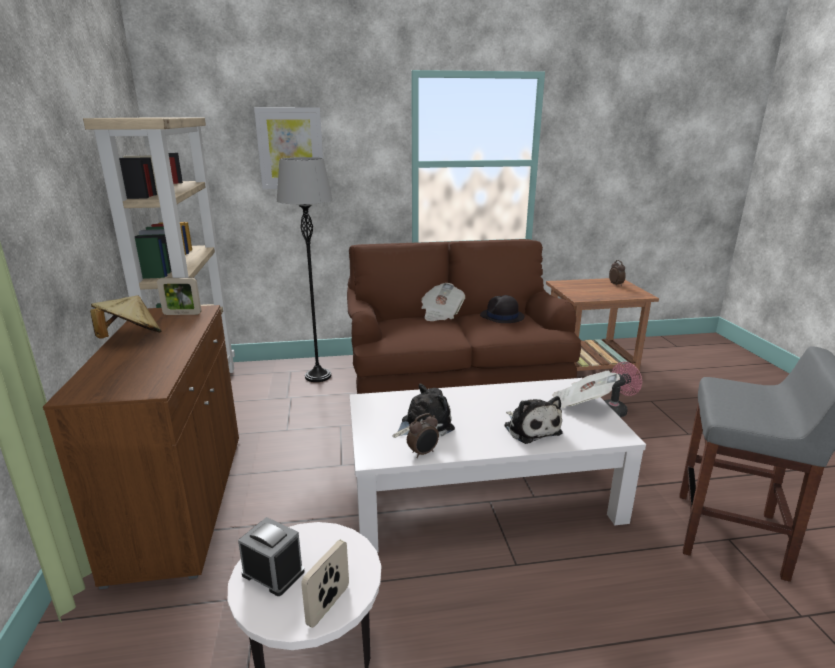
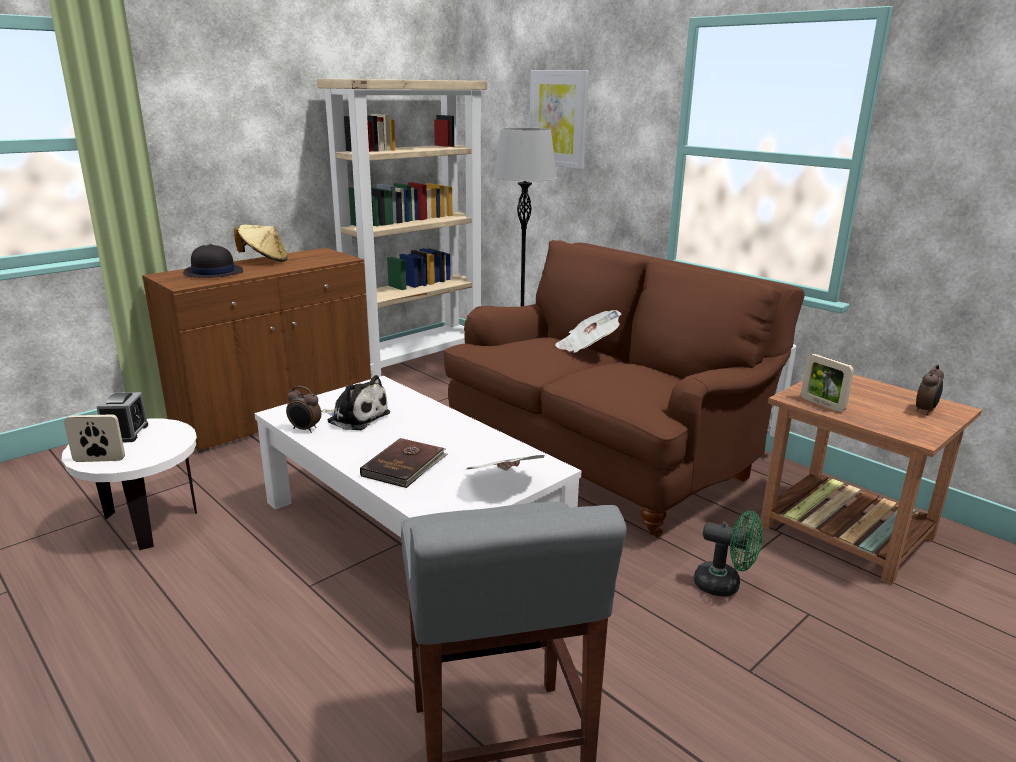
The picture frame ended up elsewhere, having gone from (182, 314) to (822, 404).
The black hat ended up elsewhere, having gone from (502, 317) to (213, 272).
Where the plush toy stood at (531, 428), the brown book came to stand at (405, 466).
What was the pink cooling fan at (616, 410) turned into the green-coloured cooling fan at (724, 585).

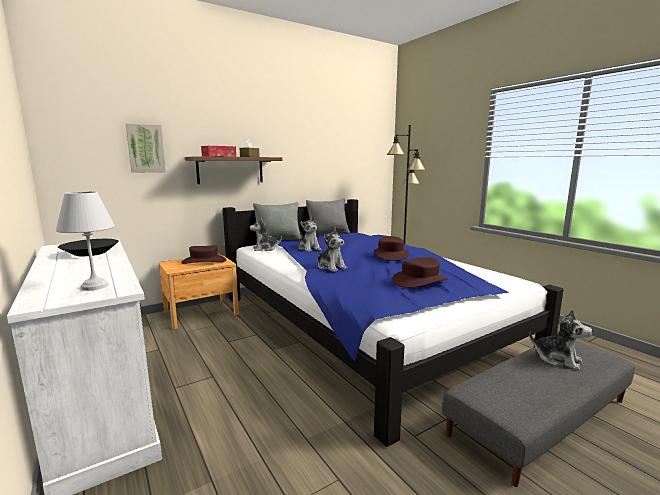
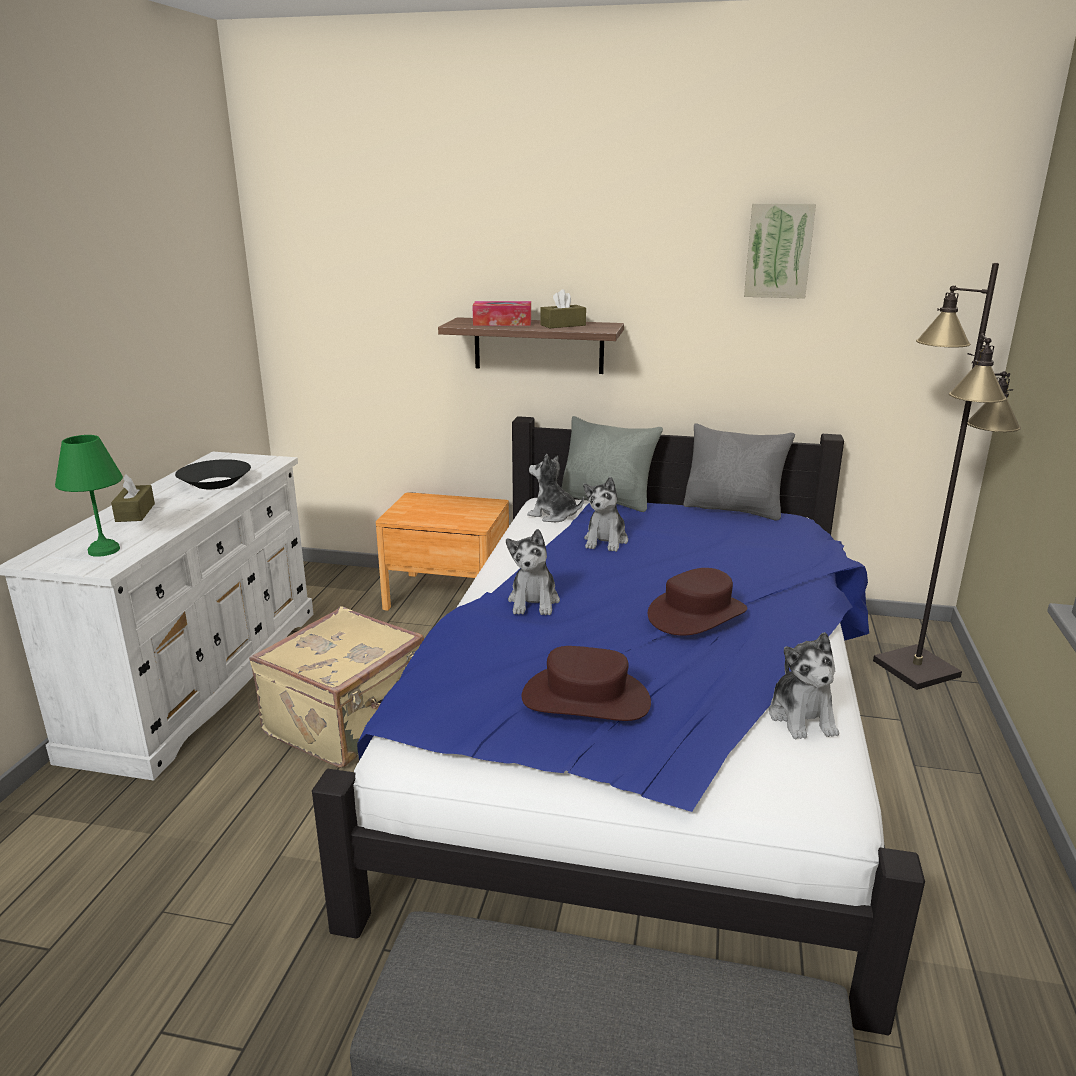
What was the white-coloured tabletop lamp at (93, 286) turned into the green-coloured tabletop lamp at (103, 550).
The wall art ended up elsewhere, having gone from (146, 148) to (778, 250).
The second view lost the brown hat at (204, 261).
The plush toy ended up elsewhere, having gone from (557, 359) to (802, 717).
The second view gained the brown box of tissues at (135, 512).
The second view gained the beige-coloured travel case at (349, 722).

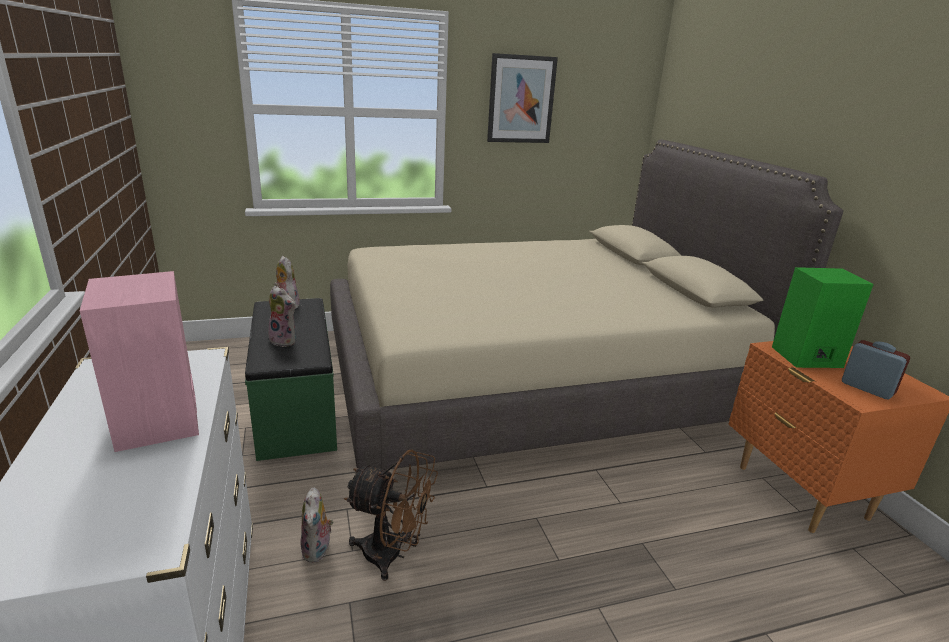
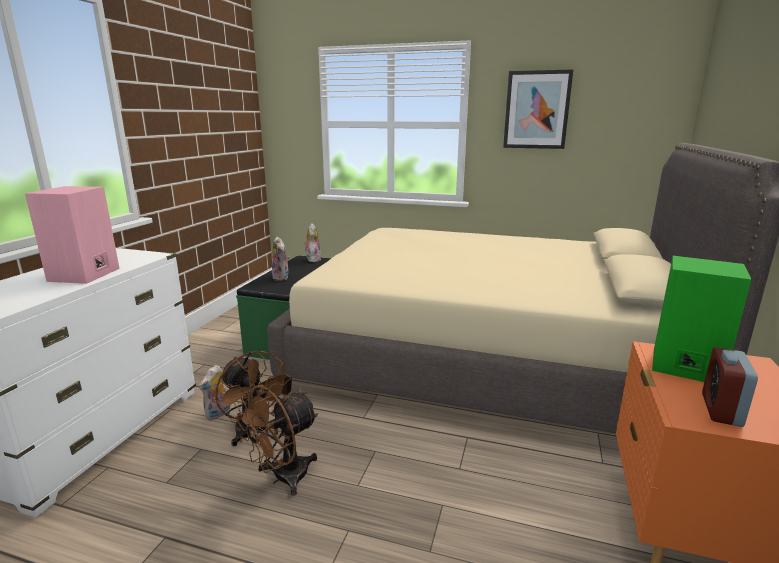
The table clock at (867, 388) ended up facing another way, 150 degrees counterclockwise from before.
The second view gained the brown cooling fan at (282, 478).

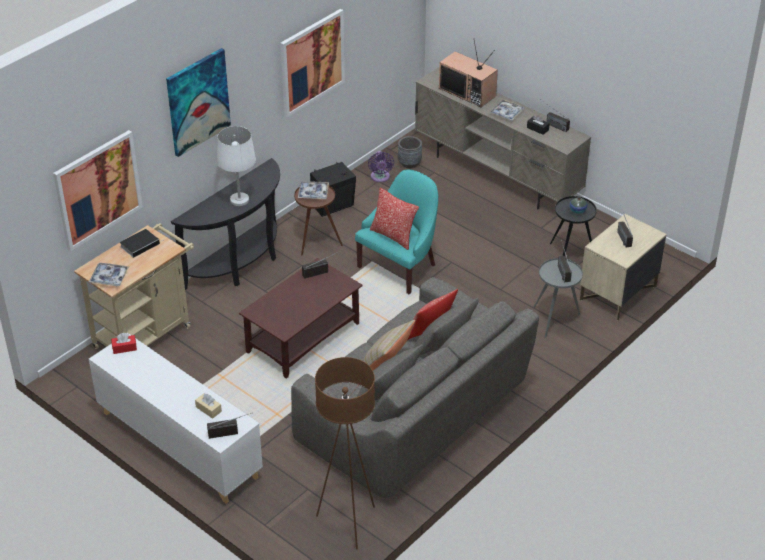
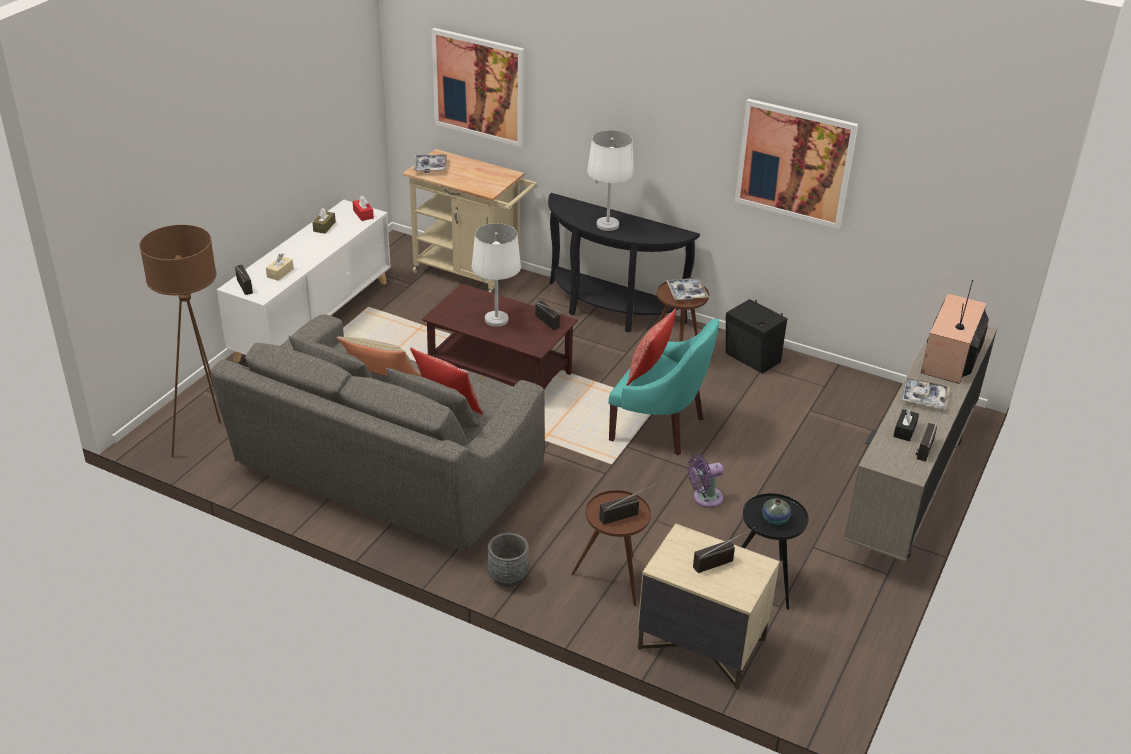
The second view lost the book at (140, 244).
The second view lost the wall art at (198, 102).
The purple cooling fan ended up elsewhere, having gone from (380, 177) to (704, 498).
The grey plant pot ended up elsewhere, having gone from (409, 163) to (507, 577).
What was the grey accent table at (555, 319) turned into the brown accent table at (613, 581).
The second view gained the brown box of tissues at (324, 227).
The second view gained the white-coloured tabletop lamp at (496, 319).

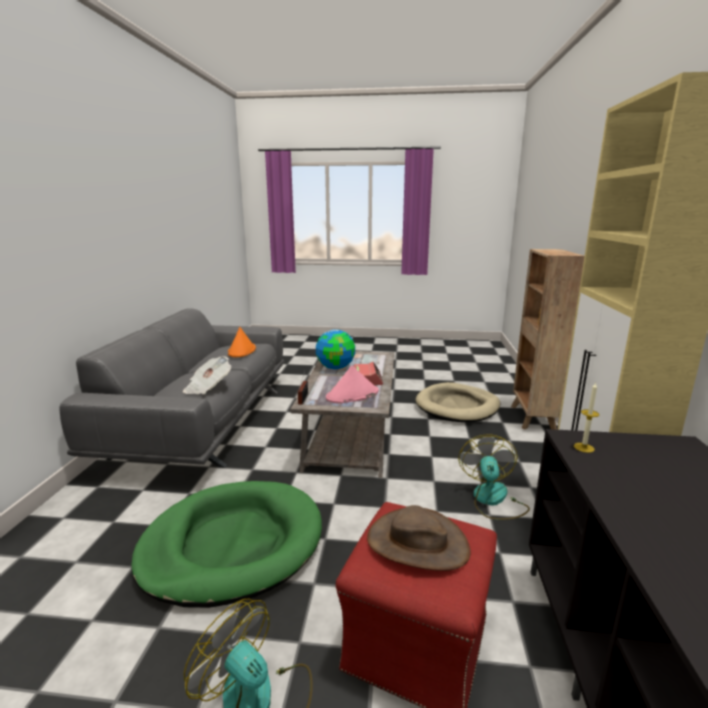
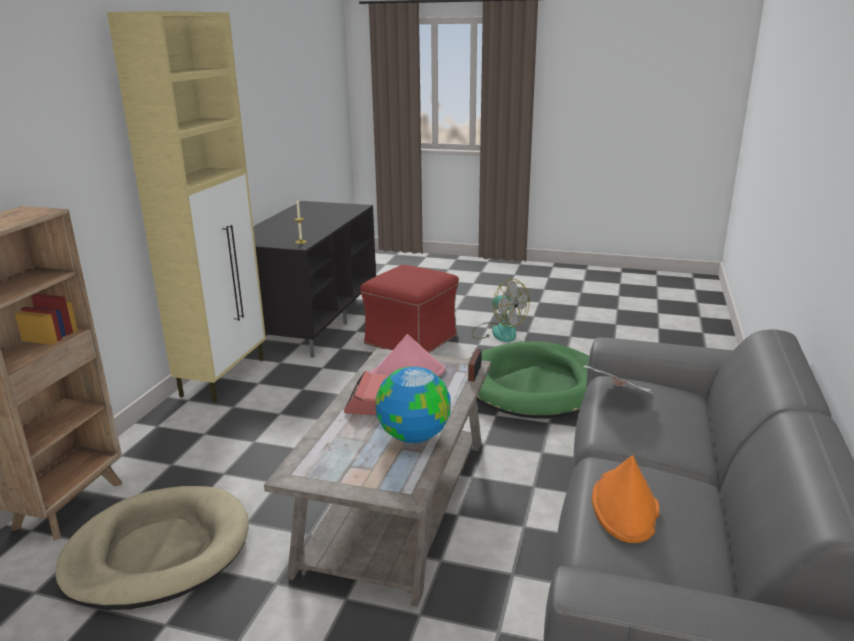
The second view lost the brown hat at (417, 543).
The second view lost the cooling fan at (492, 500).

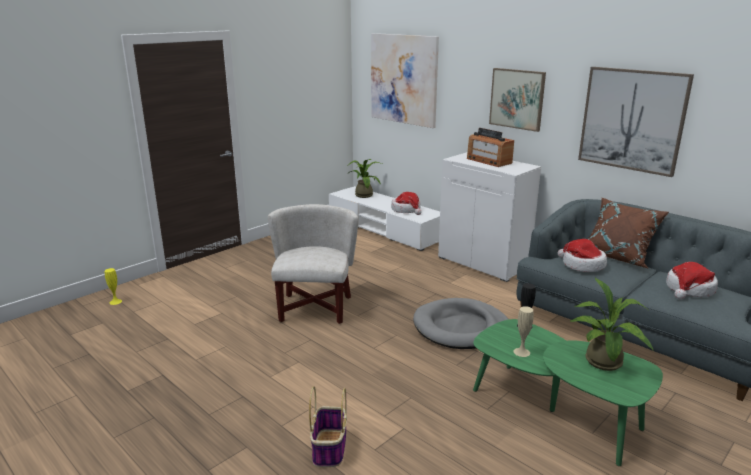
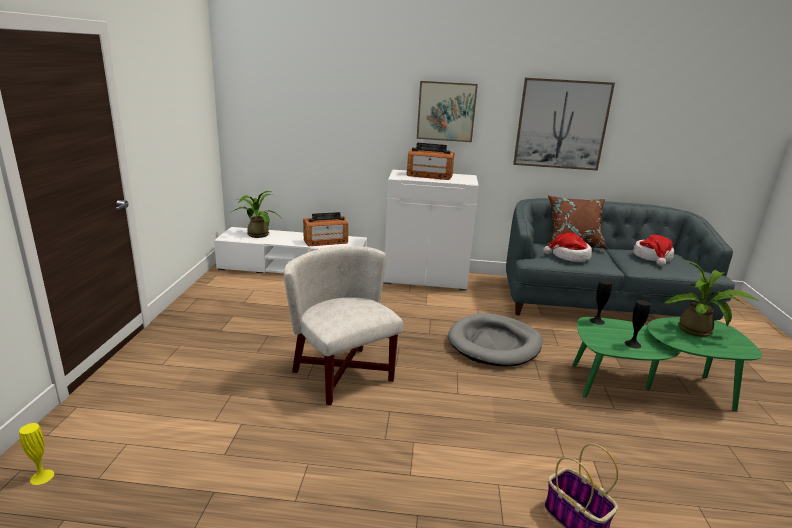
The second view lost the wall art at (403, 79).
Where the hat stood at (406, 210), the radio receiver came to stand at (325, 241).
What was the beige-coloured flower vase at (521, 352) turned into the black flower vase at (632, 344).

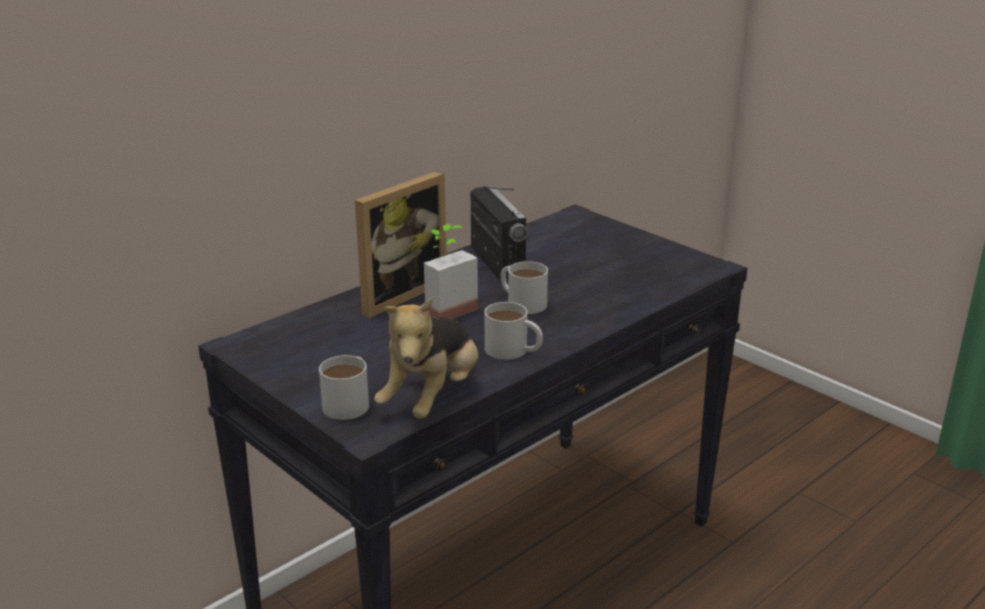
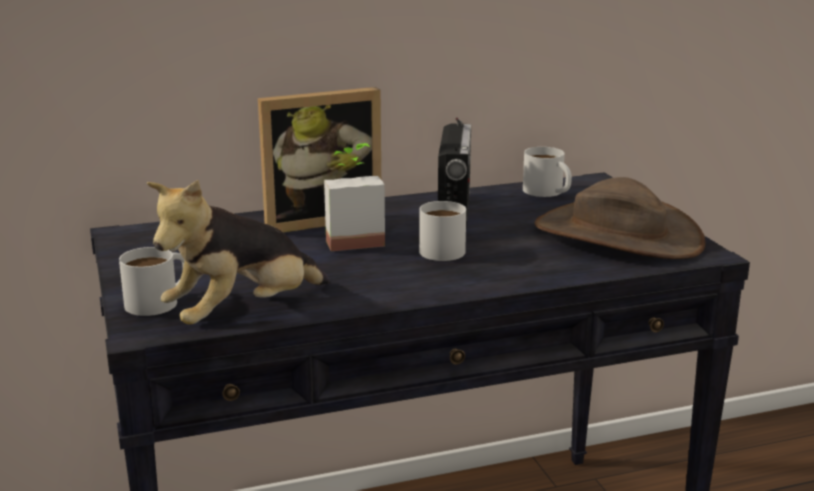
The white-coloured tea mug ended up elsewhere, having gone from (513, 351) to (548, 192).
The second view gained the brown hat at (617, 235).

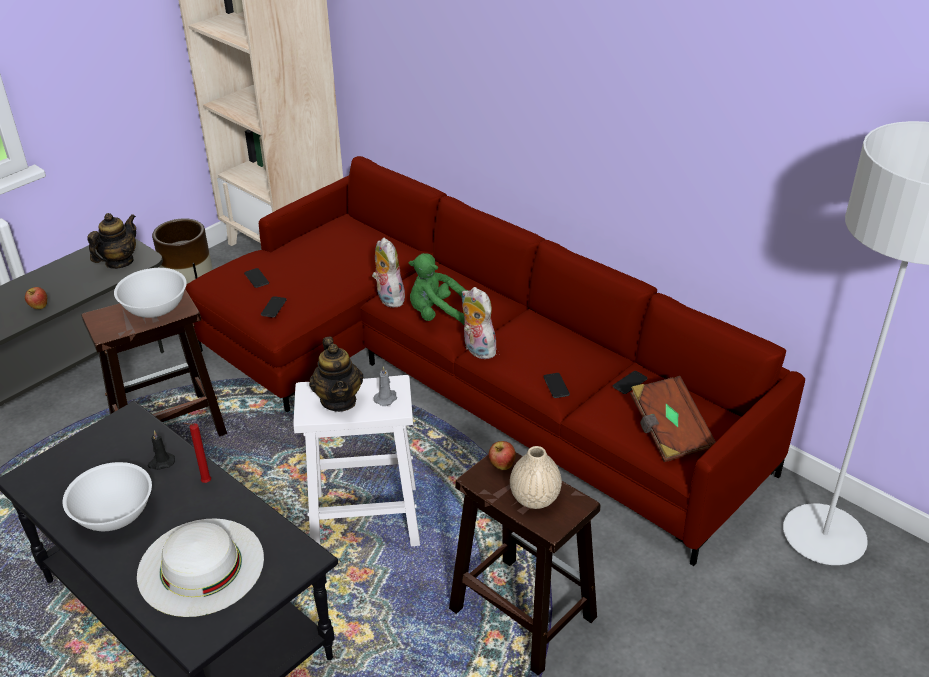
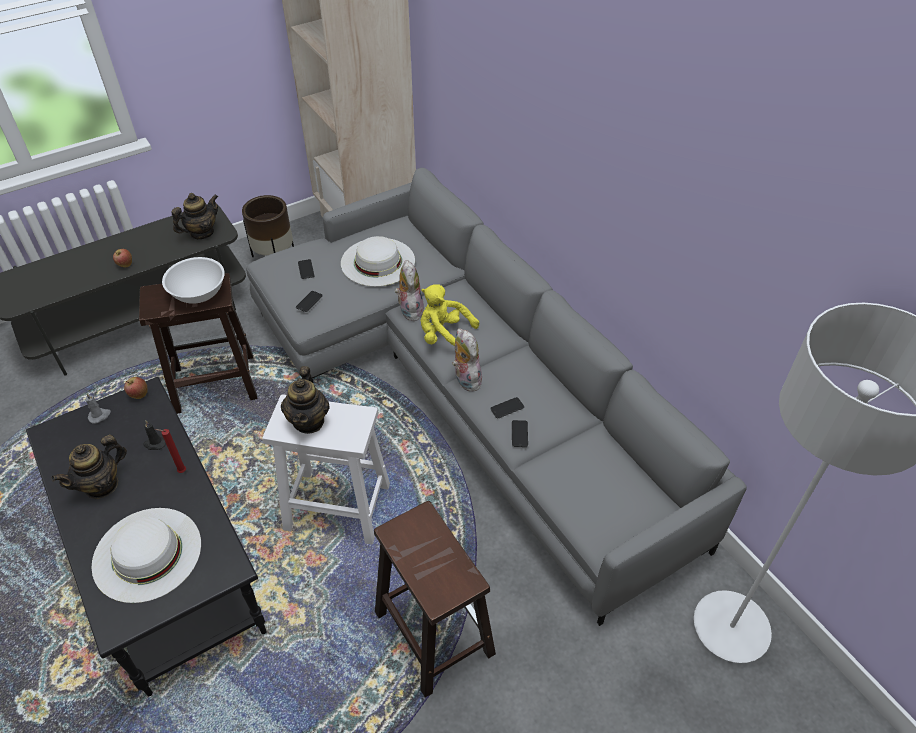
Where the white-coloured bowl stood at (115, 514), the tea pot came to stand at (101, 485).
What was the reddish couch at (463, 381) turned into the grey couch at (466, 391).
The grey wax candle ended up elsewhere, having gone from (386, 398) to (100, 416).
What was the green-coloured plush toy at (438, 315) turned into the yellow-coloured plush toy at (445, 337).
The whole apple ended up elsewhere, having gone from (501, 465) to (139, 395).
The second view lost the beige-coloured flower vase at (534, 498).
The handset ended up elsewhere, having gone from (630, 383) to (507, 408).
The second view lost the brown book at (668, 432).
The second view gained the white-coloured hat at (377, 261).

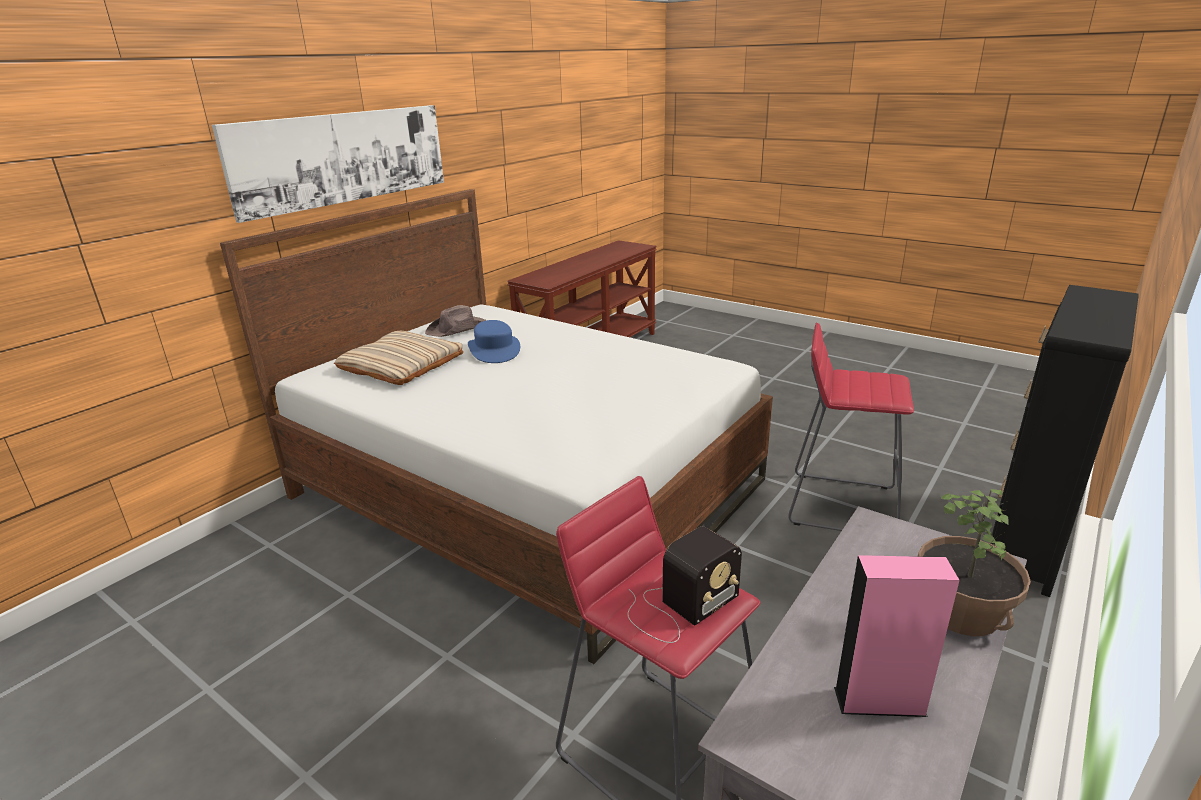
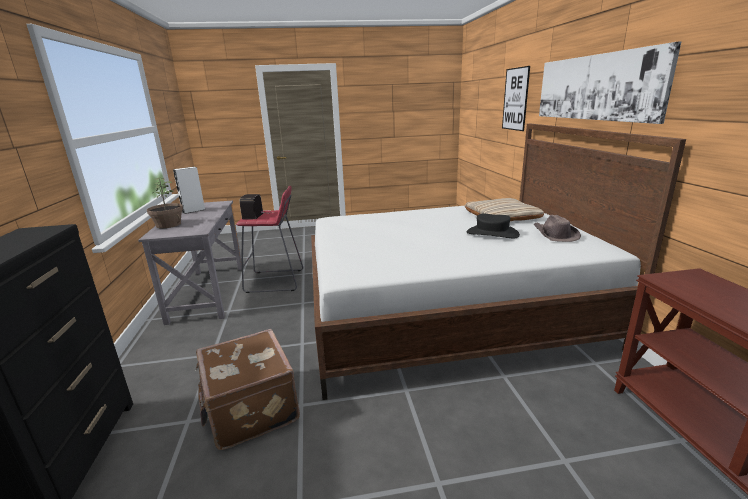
What was the blue hat at (494, 350) turned into the black hat at (492, 233).
Where the reddish stool stood at (840, 504), the brown travel case came to stand at (249, 409).
What was the pink loudspeaker at (879, 701) turned into the white-coloured loudspeaker at (193, 211).
The second view gained the wall art at (515, 99).

